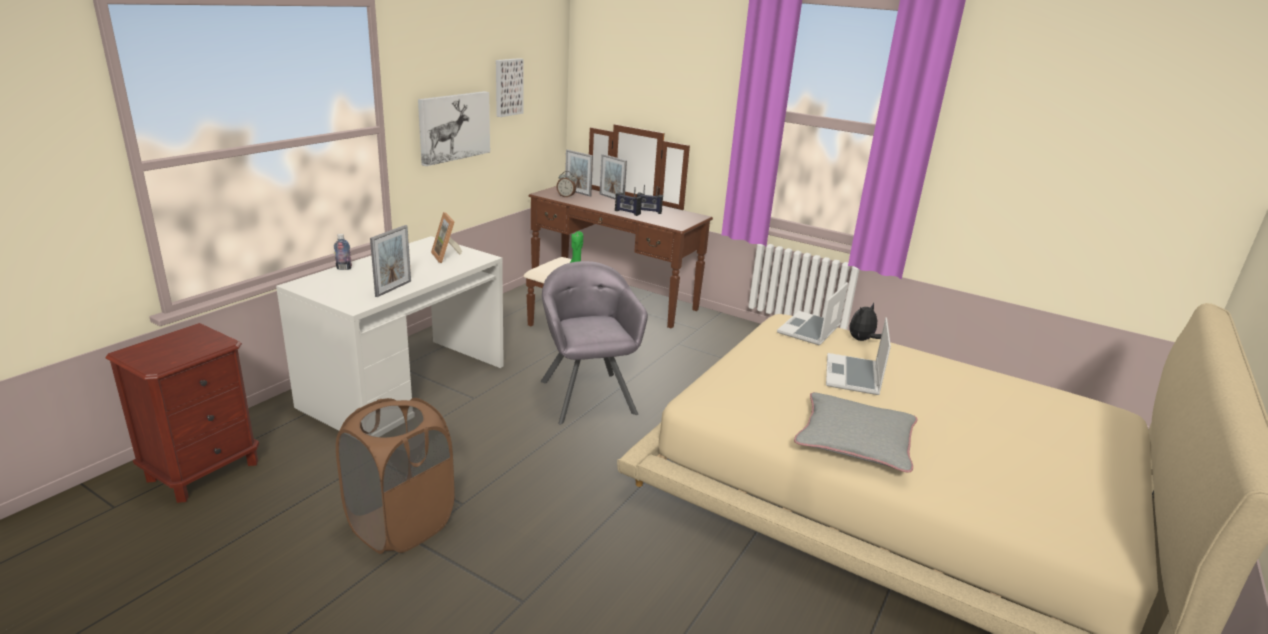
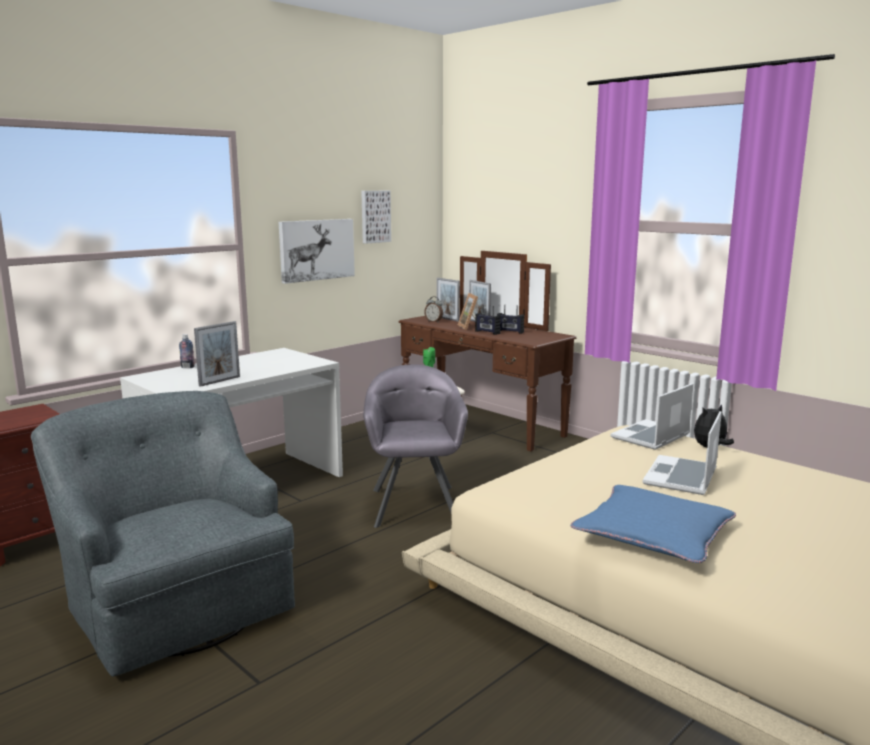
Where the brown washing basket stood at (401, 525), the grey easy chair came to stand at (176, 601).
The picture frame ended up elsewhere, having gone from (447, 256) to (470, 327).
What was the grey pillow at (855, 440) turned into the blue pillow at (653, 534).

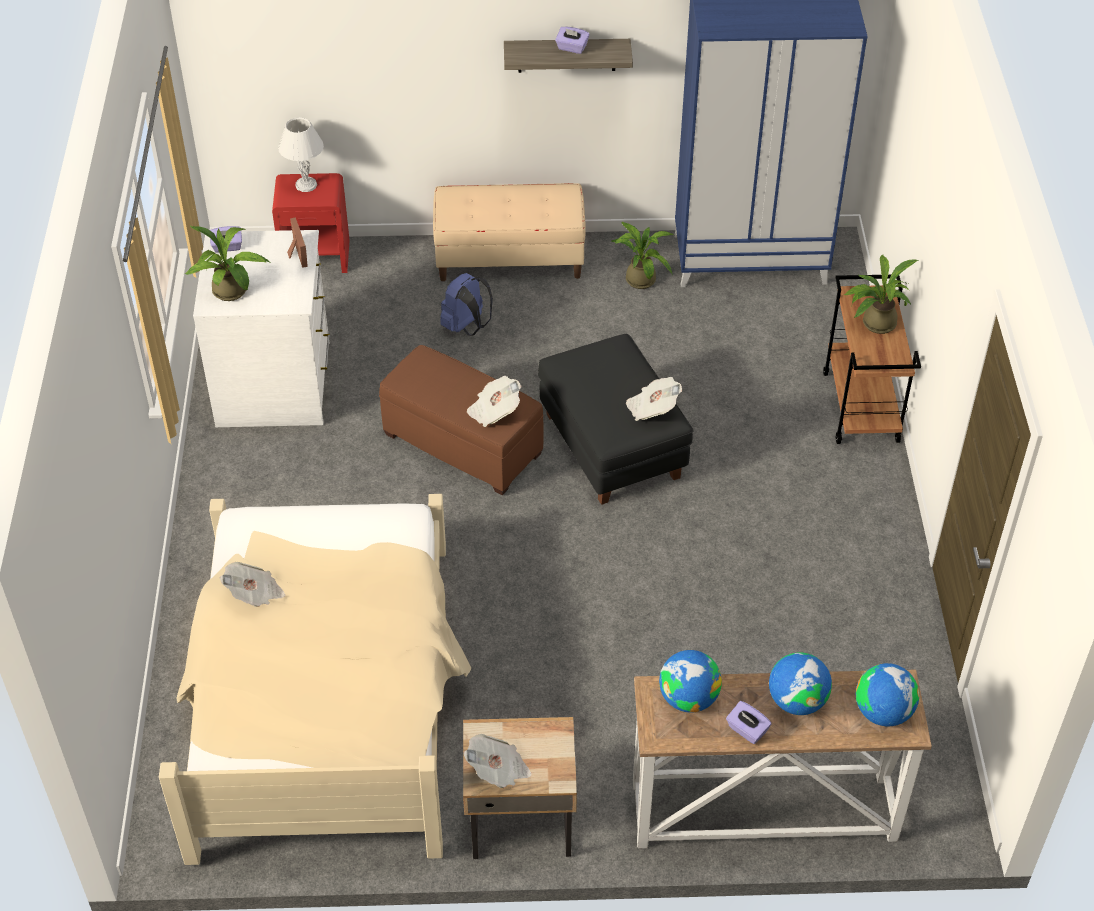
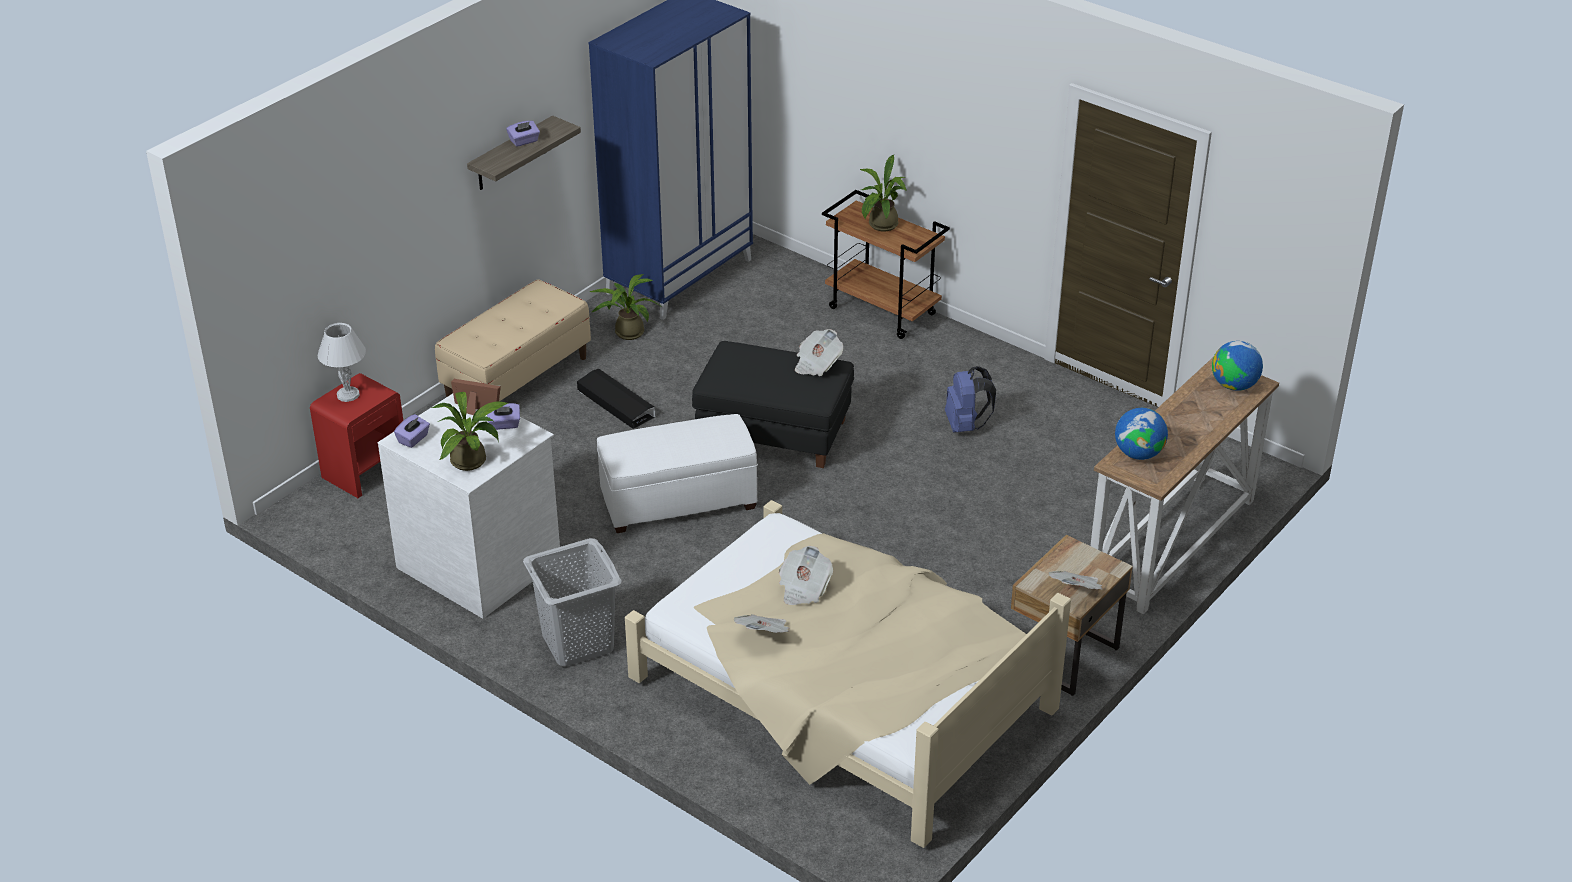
What was the brown pouffe at (462, 445) turned into the white-coloured pouffe at (678, 501).
The blue knapsack ended up elsewhere, having gone from (467, 327) to (966, 425).
The printed paper ended up elsewhere, having gone from (494, 411) to (803, 588).
The purple box of tissues ended up elsewhere, having gone from (747, 730) to (504, 425).
The second view lost the world globe at (796, 701).
The second view gained the grey washing basket at (577, 642).
The second view gained the black storage container at (616, 403).

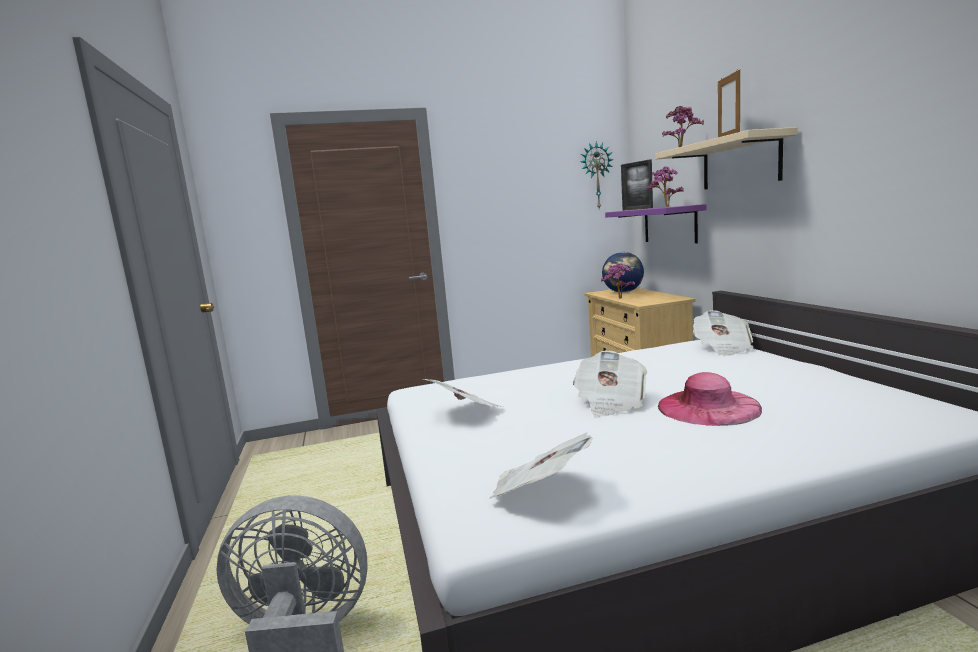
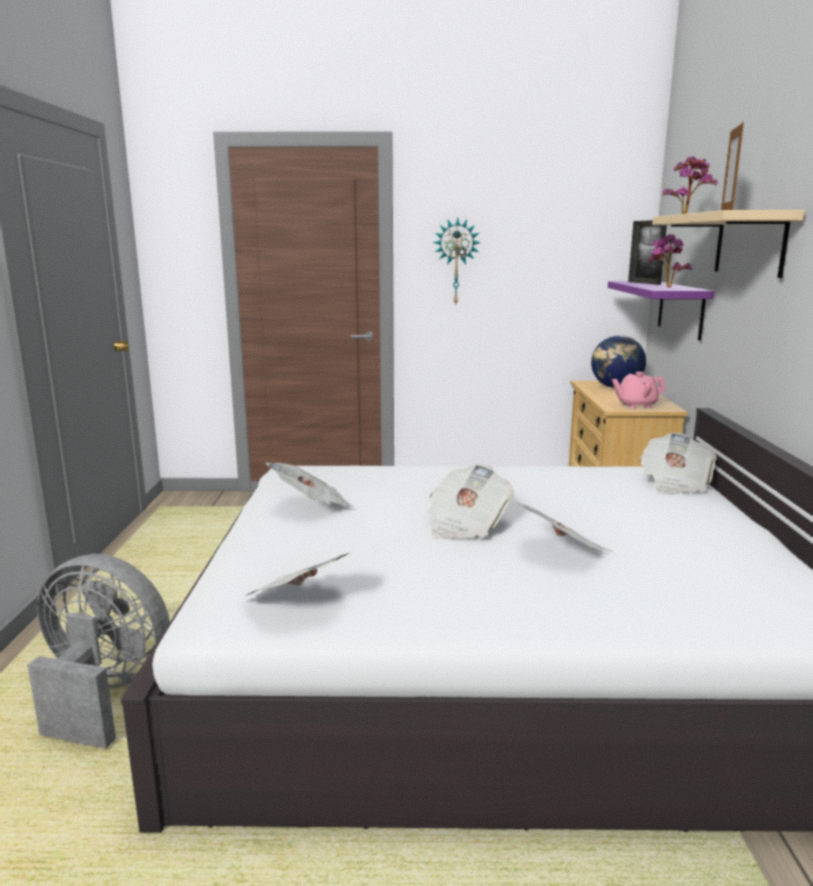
The clock on the wall ended up elsewhere, having gone from (596, 176) to (456, 262).
The second view lost the plant in a pot at (619, 298).
Where the pink hat stood at (707, 407), the printed paper came to stand at (563, 552).
The second view gained the pink tea pot at (636, 405).

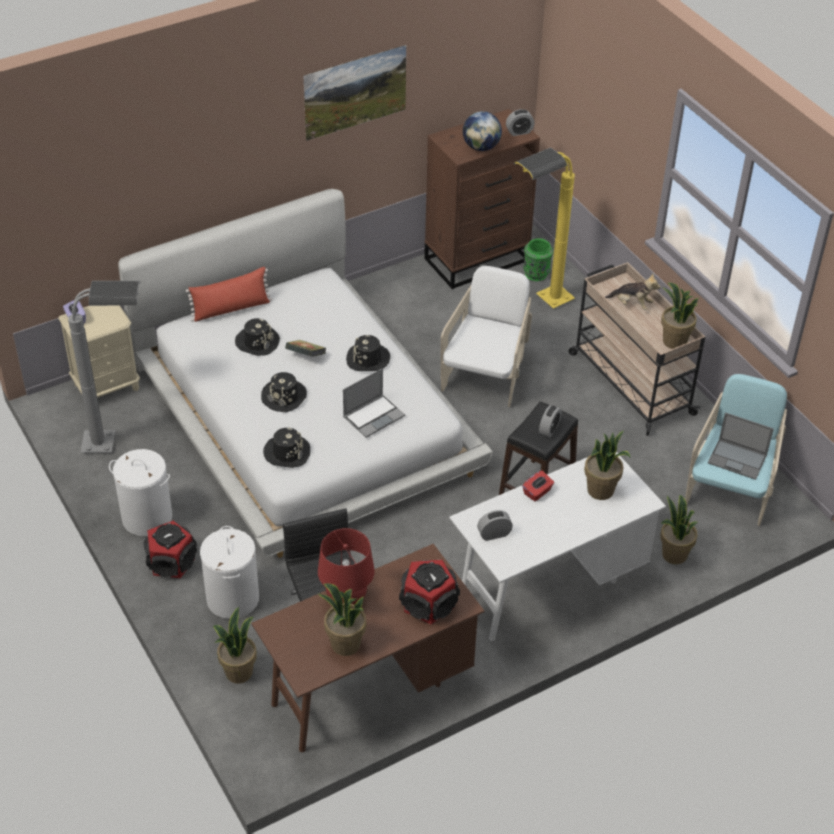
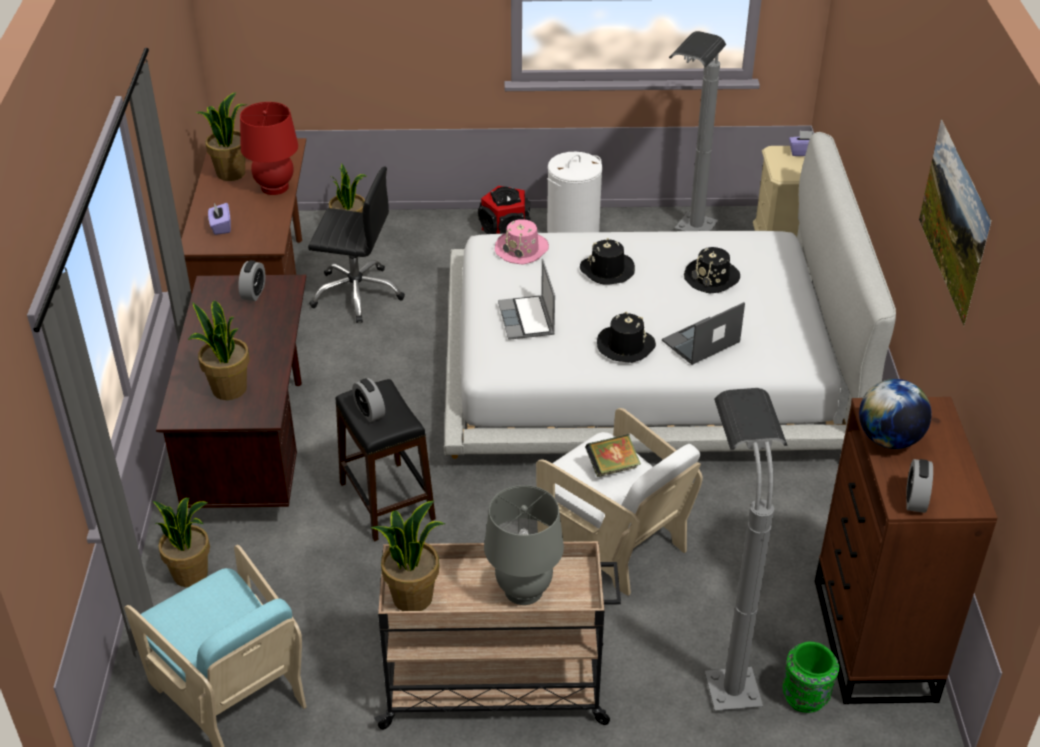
The second view lost the reddish pillow at (231, 309).
The second view lost the white-coloured washing basket at (233, 599).
What was the black hat at (287, 452) turned into the pink hat at (522, 249).
The book ended up elsewhere, having gone from (306, 356) to (612, 467).
Where the loudspeaker stood at (428, 603), the purple box of tissues came to stand at (221, 227).
What was the white-coloured desk unit at (549, 585) turned into the brown desk unit at (253, 451).
What was the yellow-coloured standing lamp at (539, 306) turned into the grey standing lamp at (724, 664).
The second view lost the reddish box of tissues at (537, 492).
Where the plush toy stood at (632, 304), the grey tabletop lamp came to stand at (523, 590).
The laptop ended up elsewhere, having gone from (738, 459) to (700, 342).

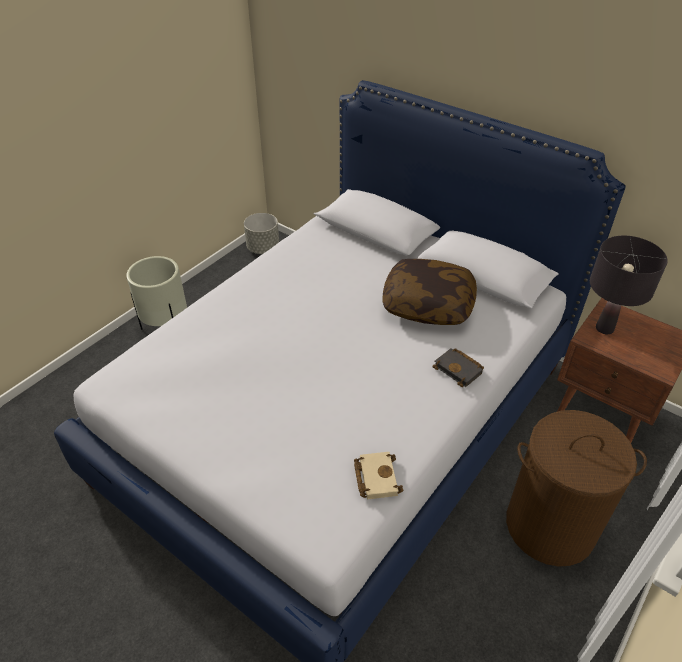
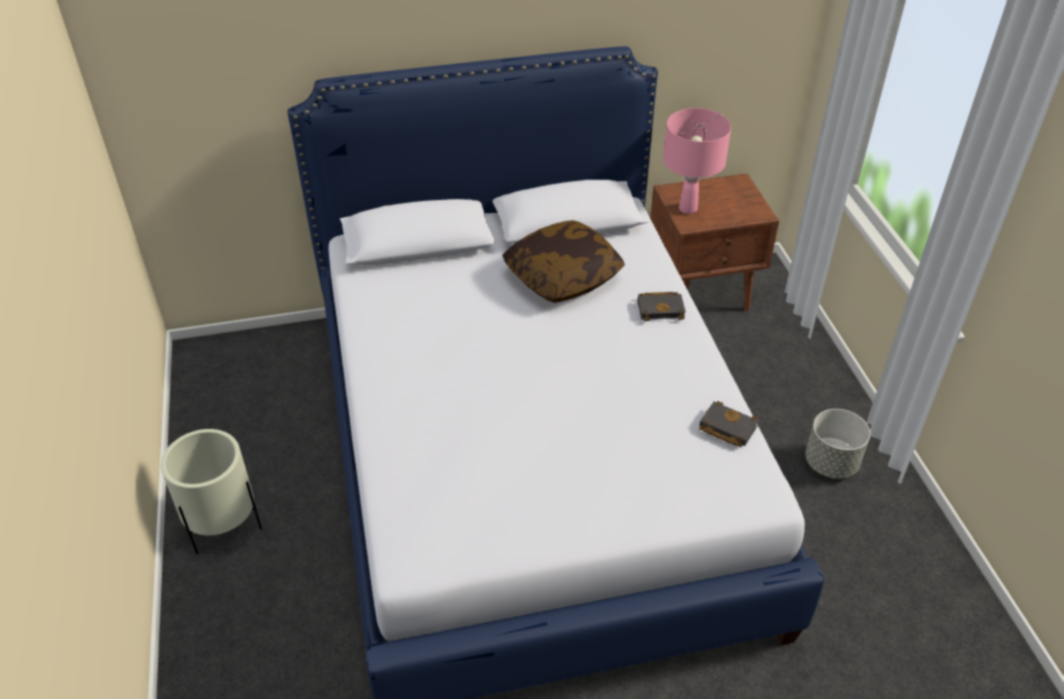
The grey plant pot ended up elsewhere, having gone from (263, 248) to (831, 463).
What was the beige-coloured book at (375, 477) turned into the black book at (725, 428).
The second view lost the brown washing basket at (549, 526).
What was the black tabletop lamp at (604, 328) turned into the pink tabletop lamp at (688, 209).

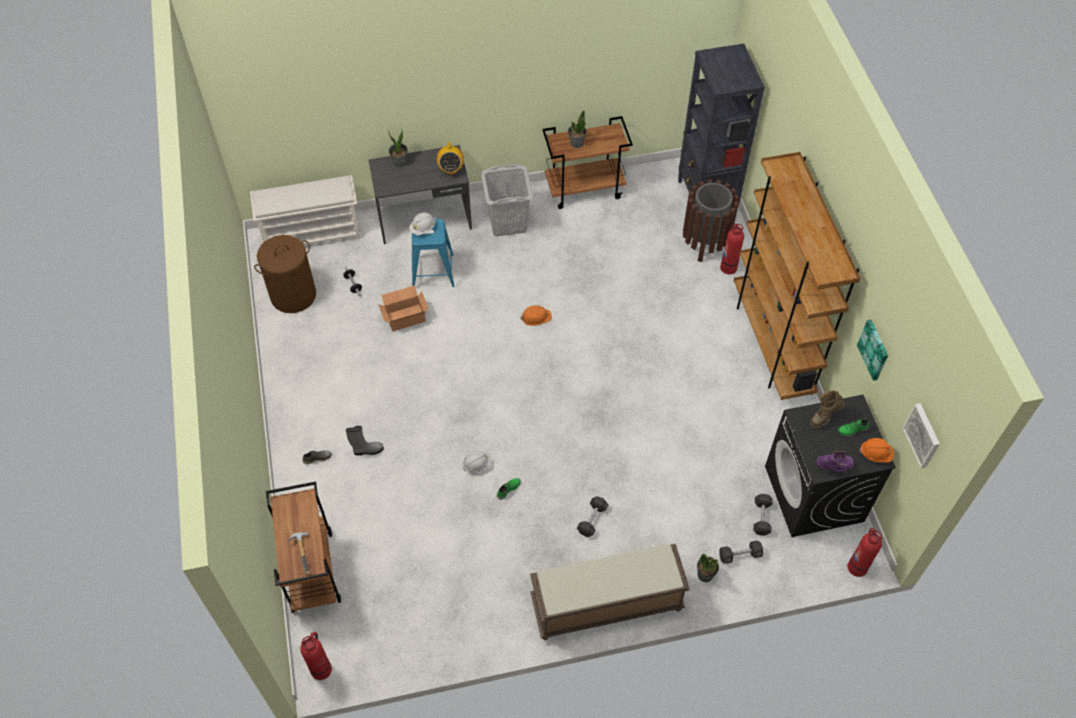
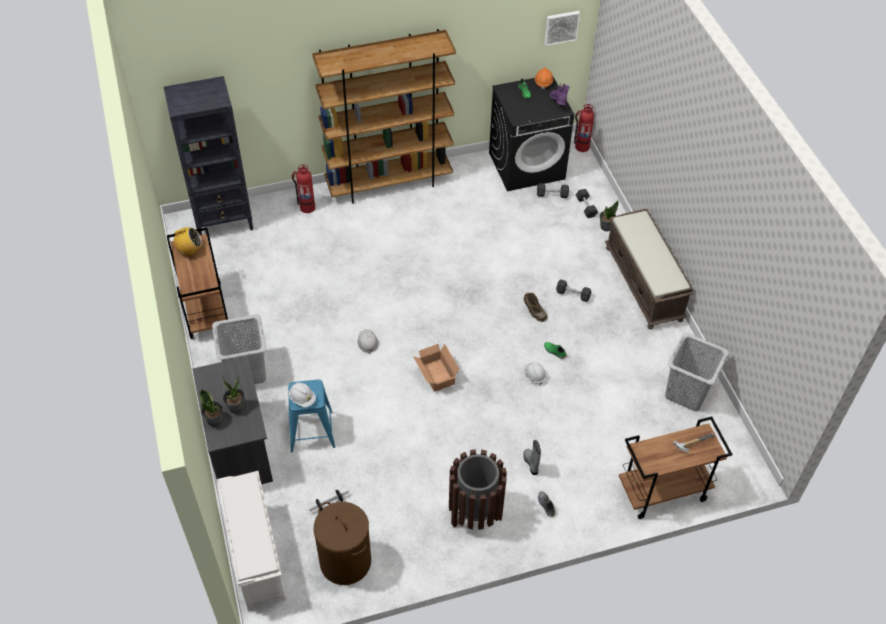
The second view lost the extinguisher at (321, 669).
The carton ended up elsewhere, having gone from (404, 316) to (436, 376).
The radio receiver ended up elsewhere, having gone from (451, 169) to (189, 250).
What was the orange-coloured hard hat at (536, 317) turned into the white-coloured hard hat at (367, 342).
The plant in a pot ended up elsewhere, having gone from (576, 143) to (236, 407).
The brown waste bin ended up elsewhere, having gone from (705, 243) to (475, 512).
The brown high-top boot ended up elsewhere, having gone from (824, 416) to (533, 312).
The second view lost the wall art at (874, 349).
The second view gained the grey washing basket at (687, 393).

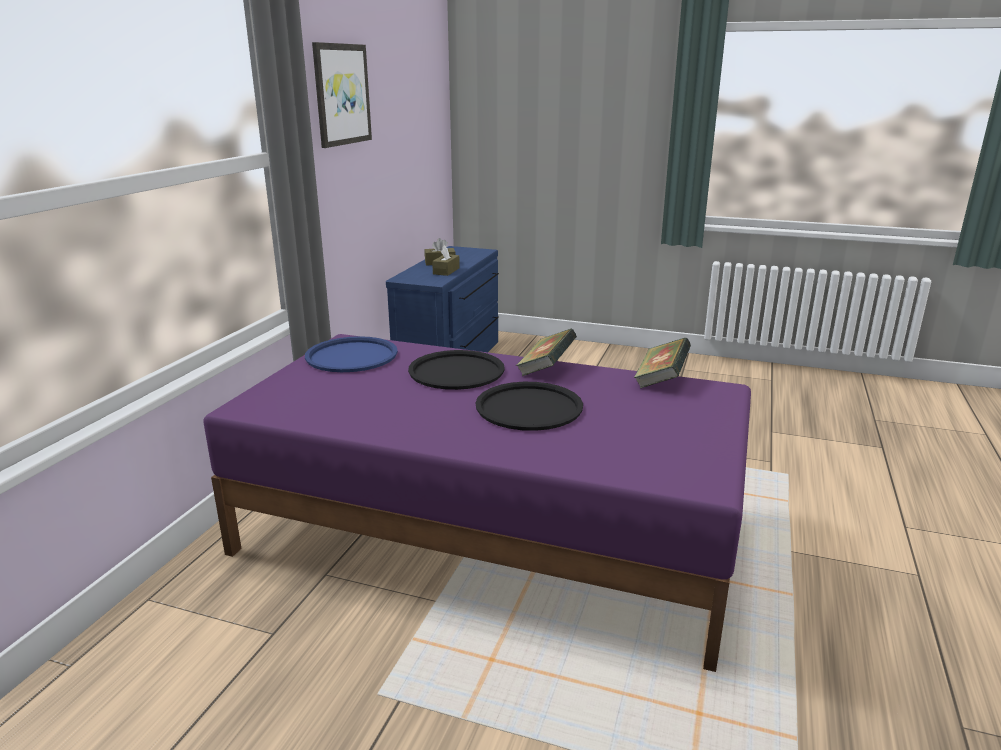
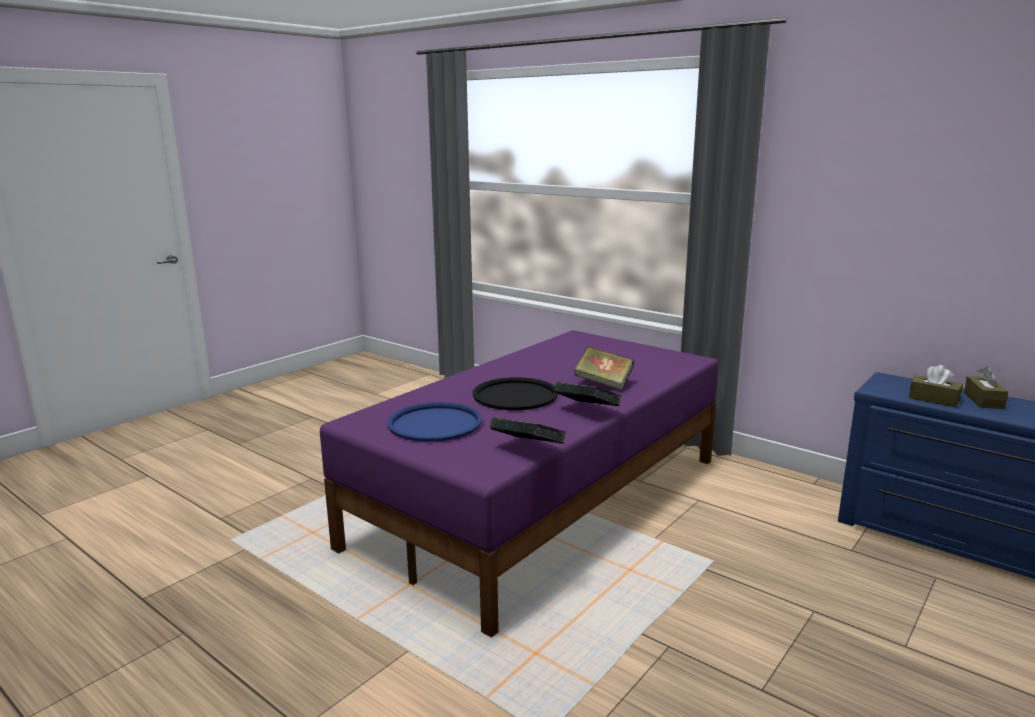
The blue tray ended up elsewhere, having gone from (351, 356) to (435, 423).
The second view lost the wall art at (341, 94).
Where the black tray stood at (456, 371), the book came to stand at (603, 383).

